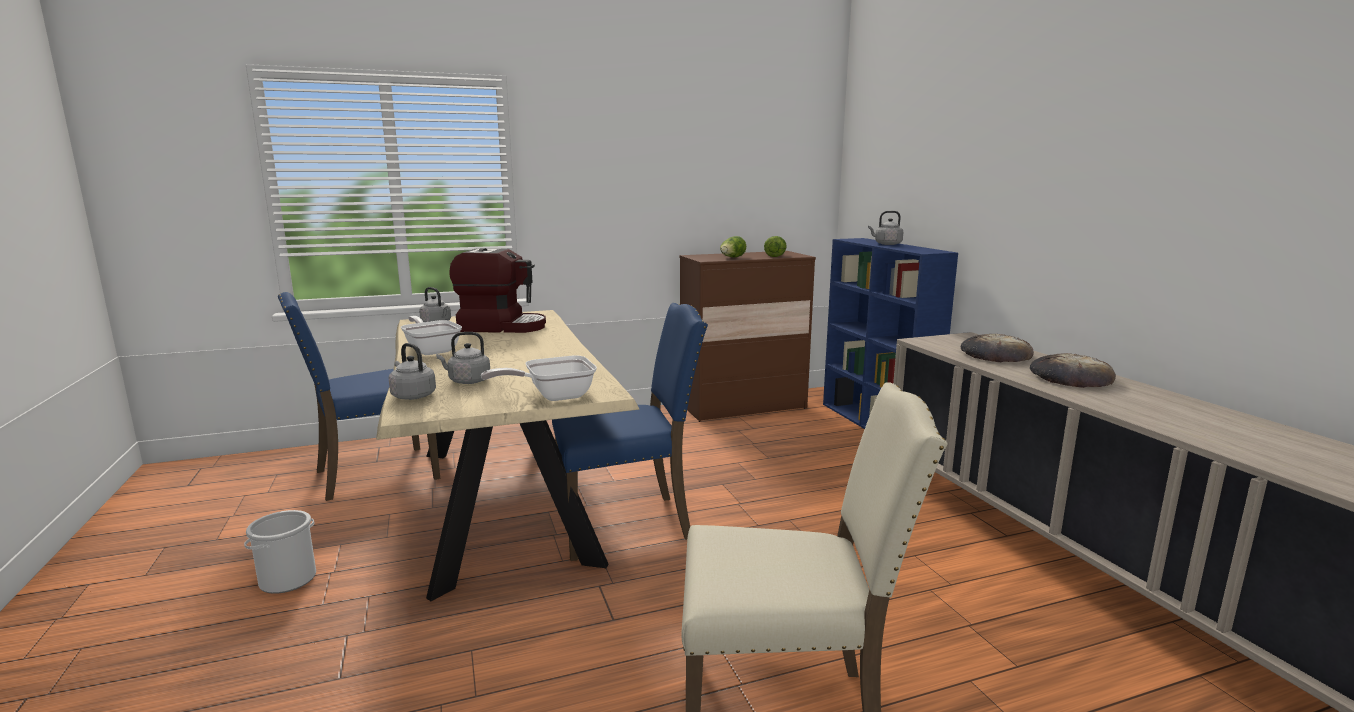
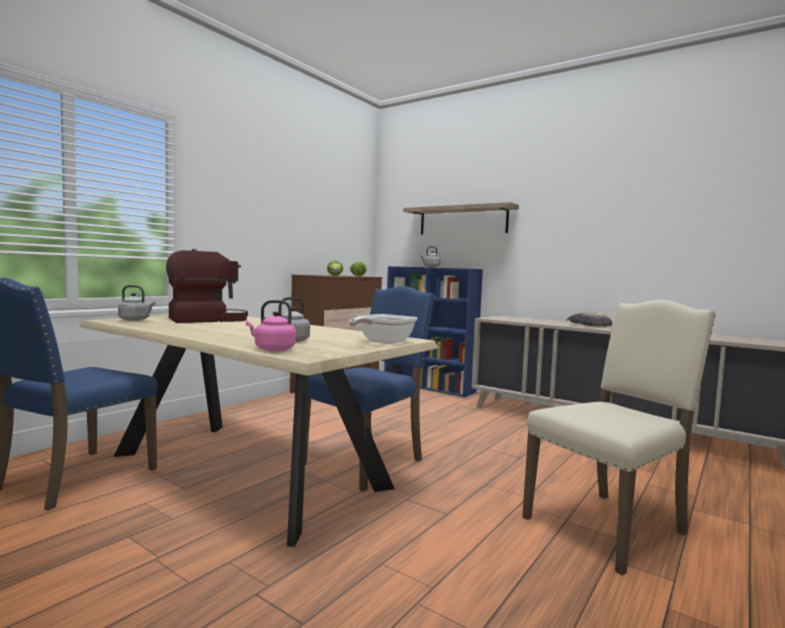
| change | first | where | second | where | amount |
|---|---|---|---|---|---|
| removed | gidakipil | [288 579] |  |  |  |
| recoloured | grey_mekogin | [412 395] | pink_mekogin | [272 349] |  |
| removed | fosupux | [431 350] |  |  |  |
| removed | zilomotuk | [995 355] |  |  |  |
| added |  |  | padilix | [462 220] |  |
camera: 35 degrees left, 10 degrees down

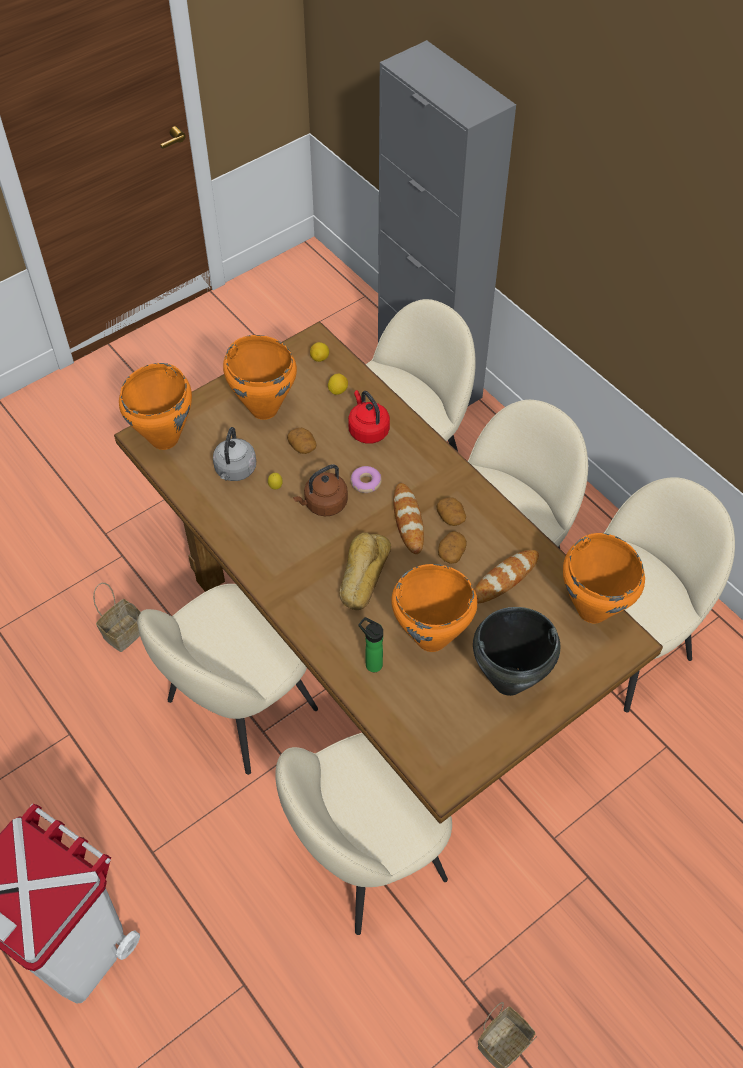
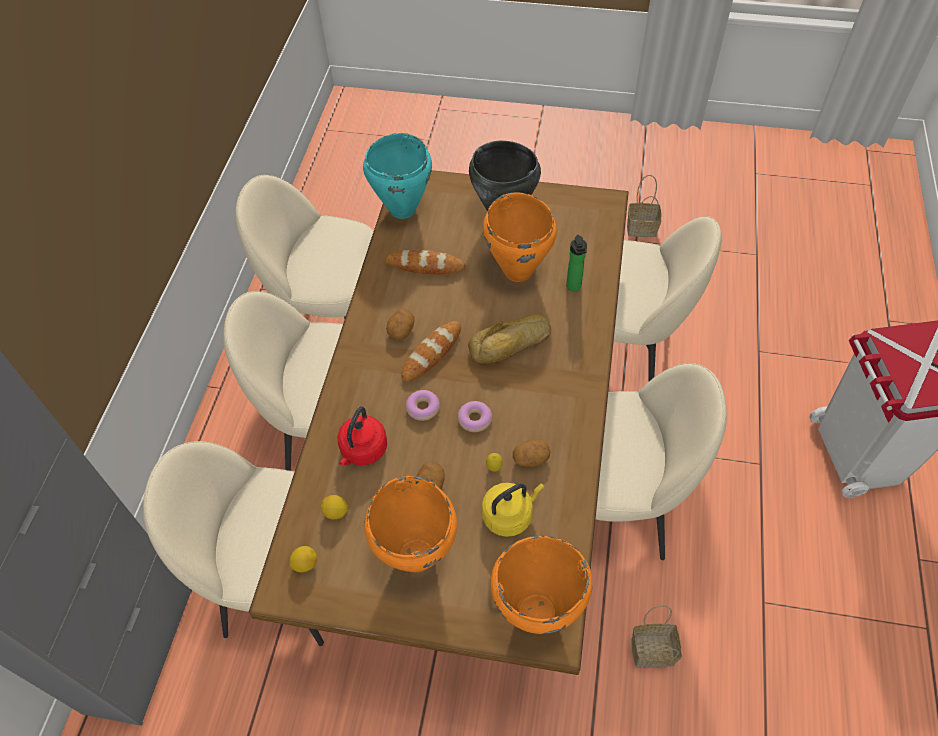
| change | first | where | second | where | amount |
|---|---|---|---|---|---|
| recoloured | grey_mekogin | [235 471] | yellow_mekogin | [509 515] |  |
| replaced | brown_mekogin | [323 504] | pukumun | [474 419] |  |
| moved | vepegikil | [451 552] |  | [531 458] |  |
| recoloured | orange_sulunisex | [593 609] | turquoise_sulunisex | [402 209] |  |
camera: 130 degrees left, 0 degrees up

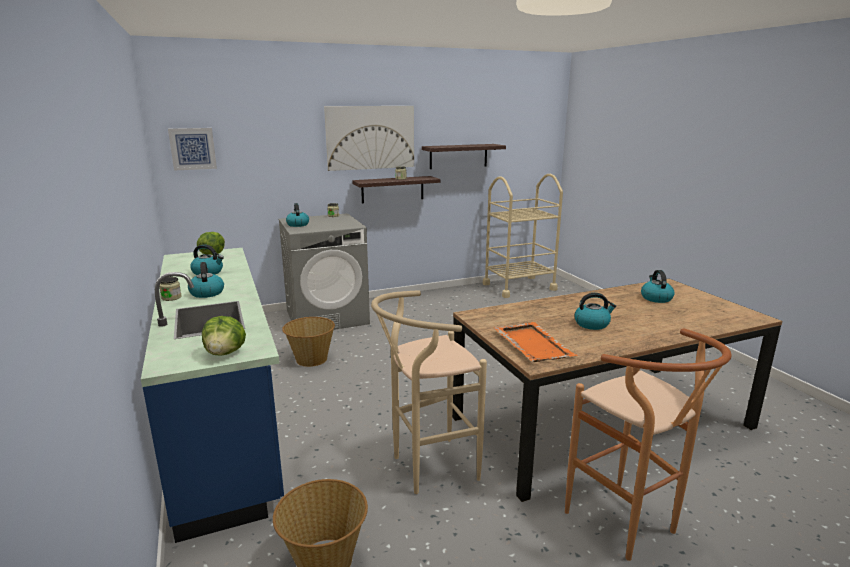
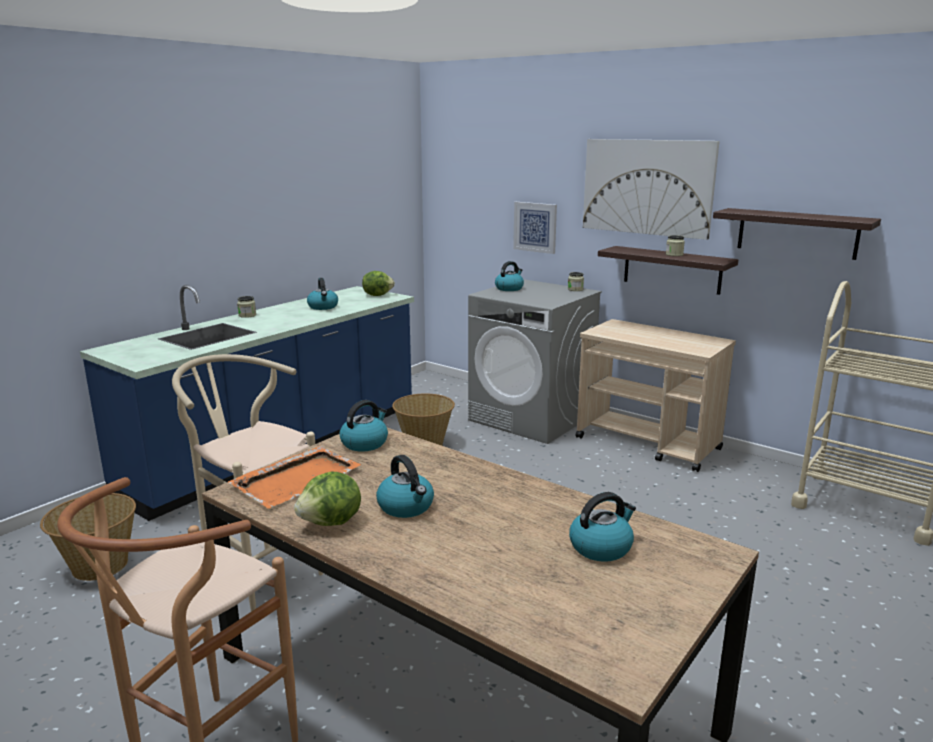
| change | first | where | second | where | amount |
|---|---|---|---|---|---|
| moved | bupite | [193 148] |  | [535 227] |  |
| moved | mekogin | [206 293] |  | [365 443] |  |
| moved | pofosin | [225 353] |  | [331 523] |  |
| added |  |  | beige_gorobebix | [648 444] |  |
camera: 60 degrees right, 0 degrees up

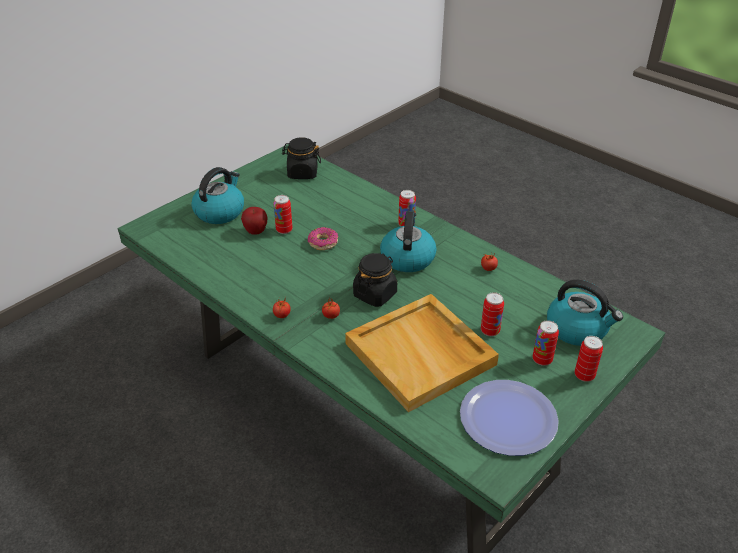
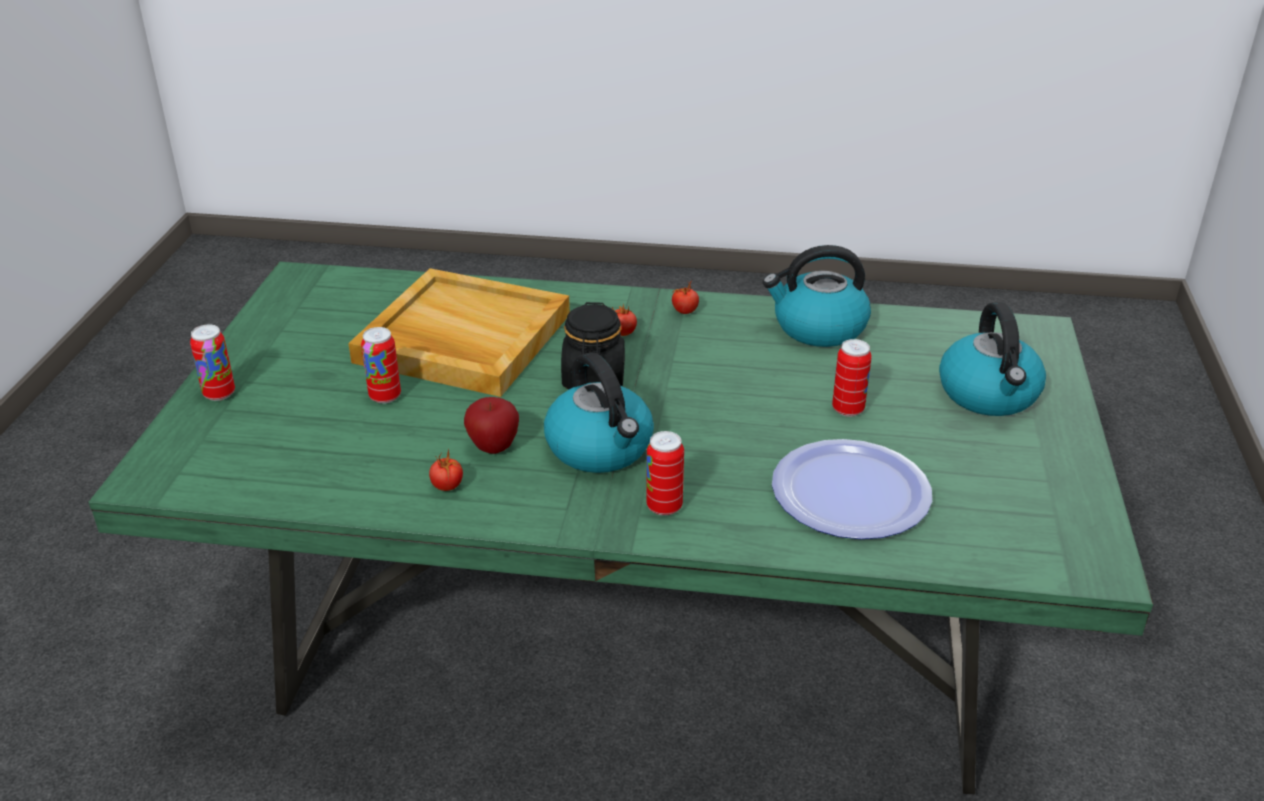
| change | first | where | second | where | amount |
|---|---|---|---|---|---|
| moved | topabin | [256 232] |  | [493 448] |  |
| removed | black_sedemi | [302 173] |  |  |  |
| removed | pukumun | [323 243] |  |  |  |
| moved | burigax | [508 418] |  | [850 492] |  |
| removed | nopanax | [542 360] |  |  |  |
| moved | mekogin | [577 329] |  | [818 328] |  |
camera: 145 degrees right, 5 degrees down

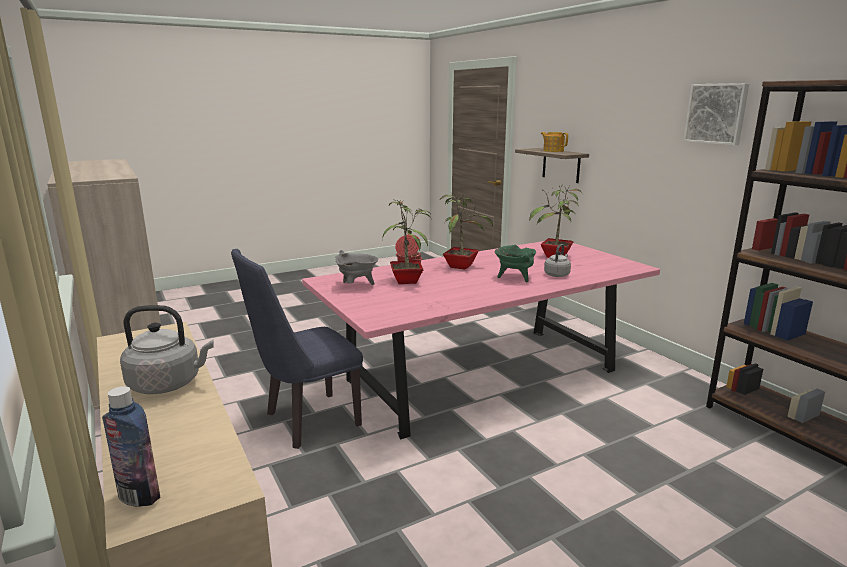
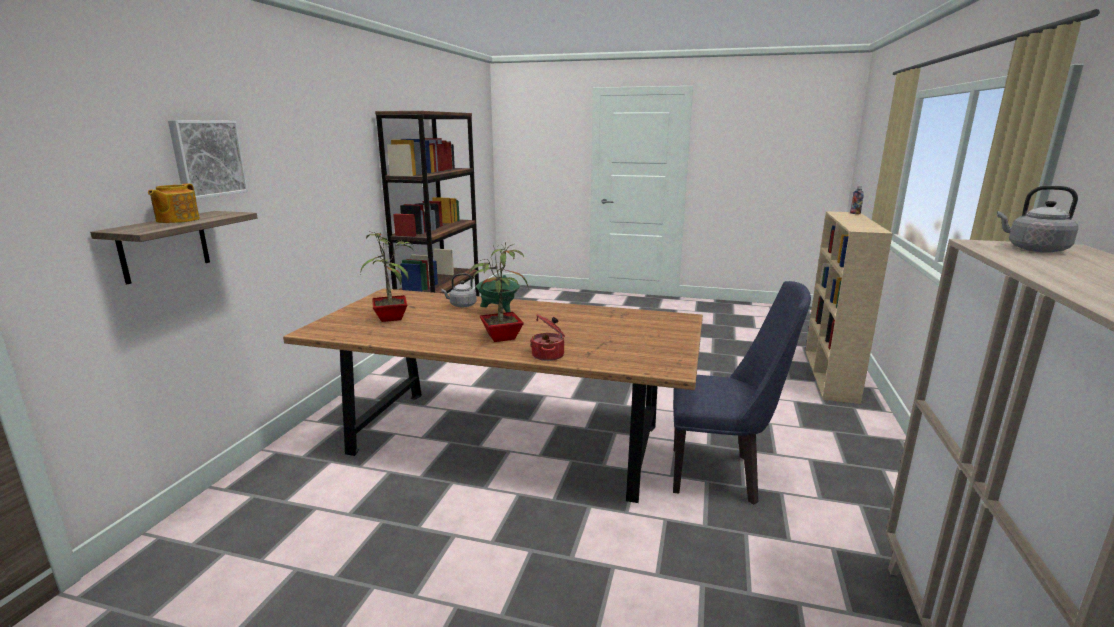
| change | first | where | second | where | amount |
|---|---|---|---|---|---|
| moved | grey_mekogin | [168 384] |  | [1033 249] |  |
| recoloured | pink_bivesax | [482 375] | brown_bivesax | [507 440] |  |
| removed | grey_sulunisex | [356 286] |  |  |  |
| removed | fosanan | [408 281] |  |  |  |
| moved | bupite | [716 113] |  | [207 158] |  |
camera: 135 degrees left, 0 degrees up

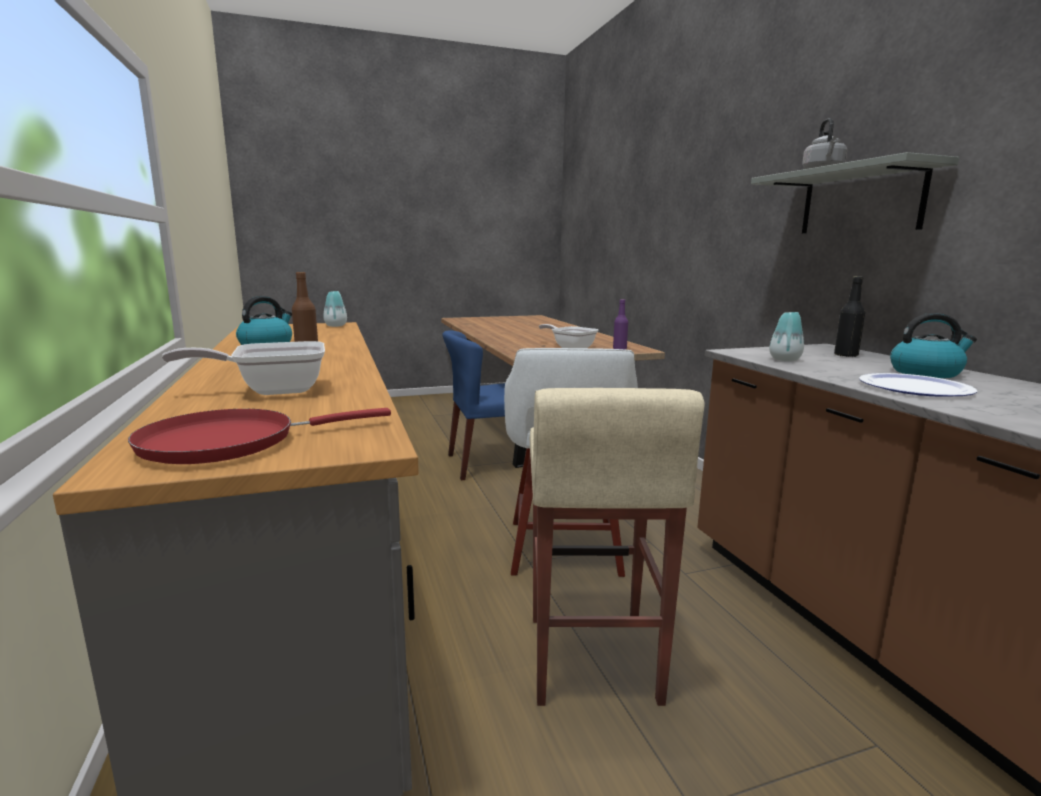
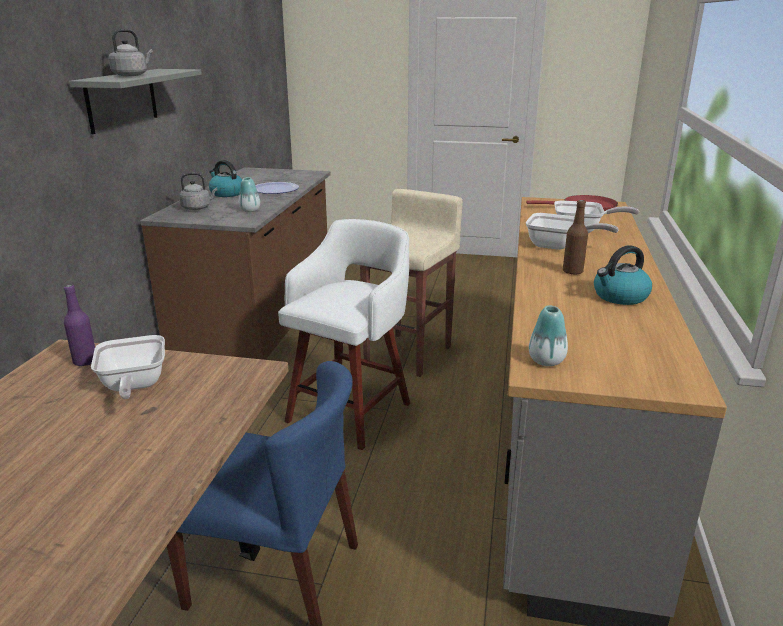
| change | first | where | second | where | amount |
|---|---|---|---|---|---|
| replaced | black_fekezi | [846 355] | grey_mekogin | [198 208] |  |
| added |  |  | fosupux | [558 246] |  |
camera: 150 degrees left, 10 degrees up

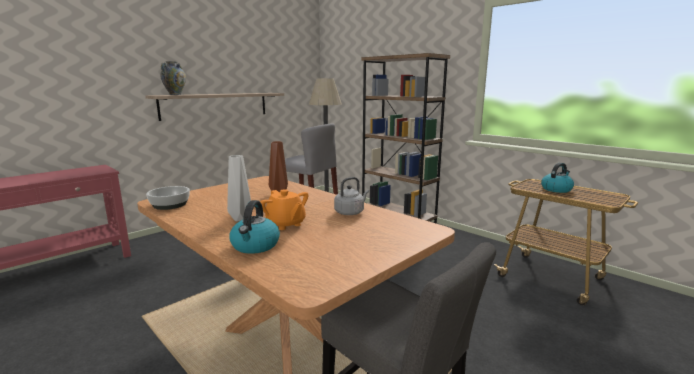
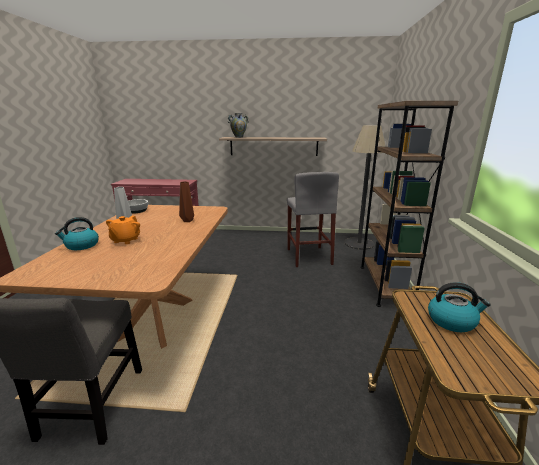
| change | first | where | second | where | amount |
|---|---|---|---|---|---|
| removed | grey_mekogin | [350 212] |  |  |  |
camera: 50 degrees right, 5 degrees up

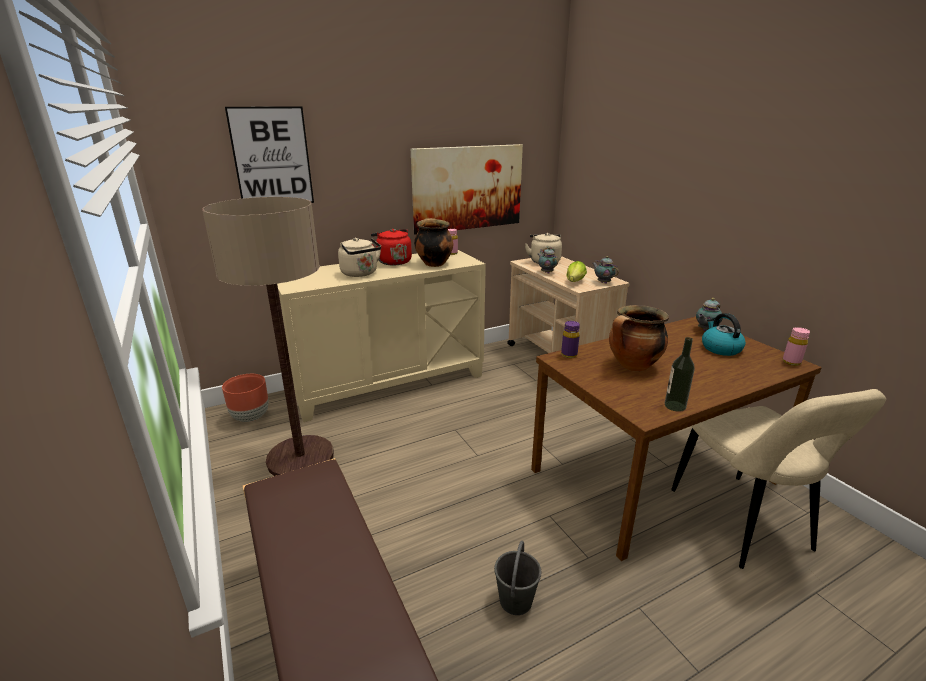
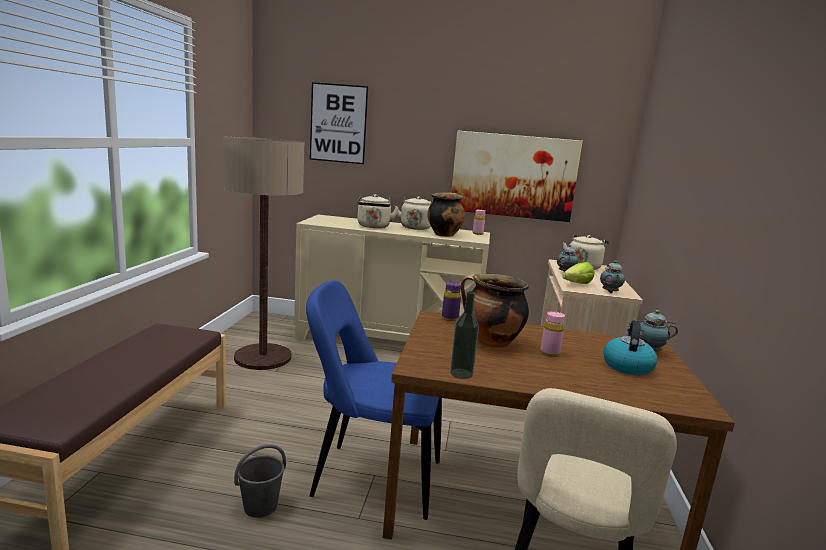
| change | first | where | second | where | amount |
|---|---|---|---|---|---|
| removed | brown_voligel | [250 417] |  |  |  |
| recoloured | red_mekogin | [393 261] | beige_mekogin | [415 227] |  |
| moved | pink_fekezi | [791 362] |  | [549 353] |  |
| added |  |  | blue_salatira | [371 478] |  |
camera: 35 degrees right, 10 degrees down

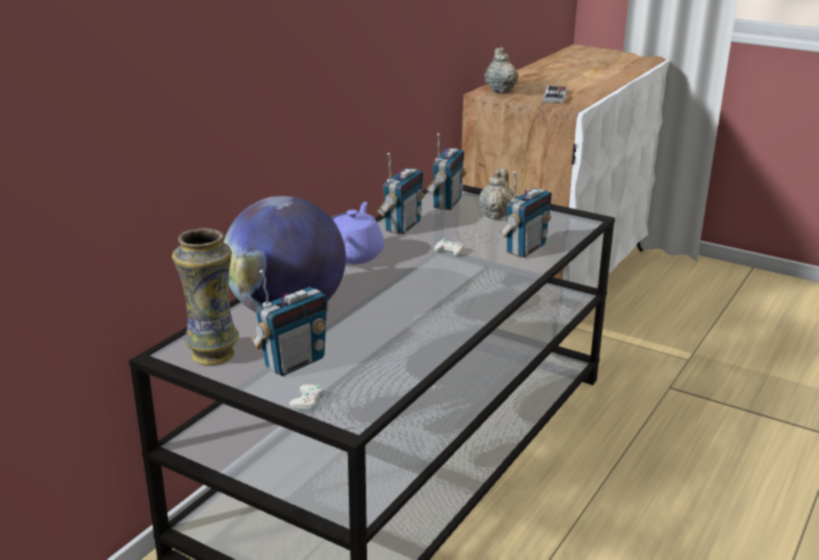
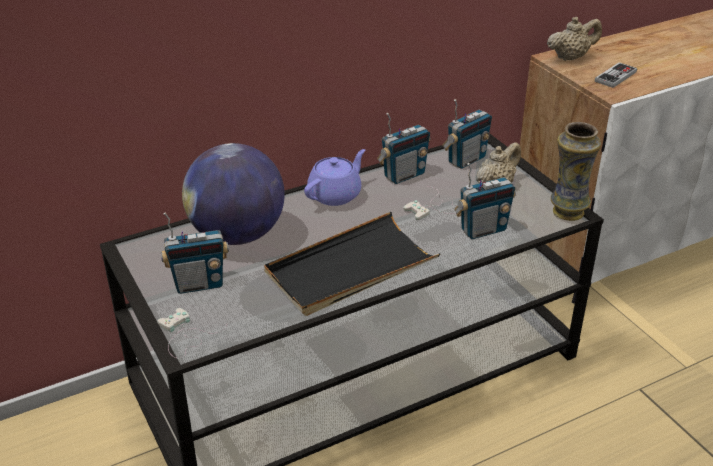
| change | first | where | second | where | amount |
|---|---|---|---|---|---|
| moved | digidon | [211 354] |  | [567 212] |  |
| turned | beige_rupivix | [500 90] |  | [571 57] | 45 degrees clockwise |
| added |  |  | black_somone | [350 269] |  |
camera: 30 degrees right, 10 degrees up

